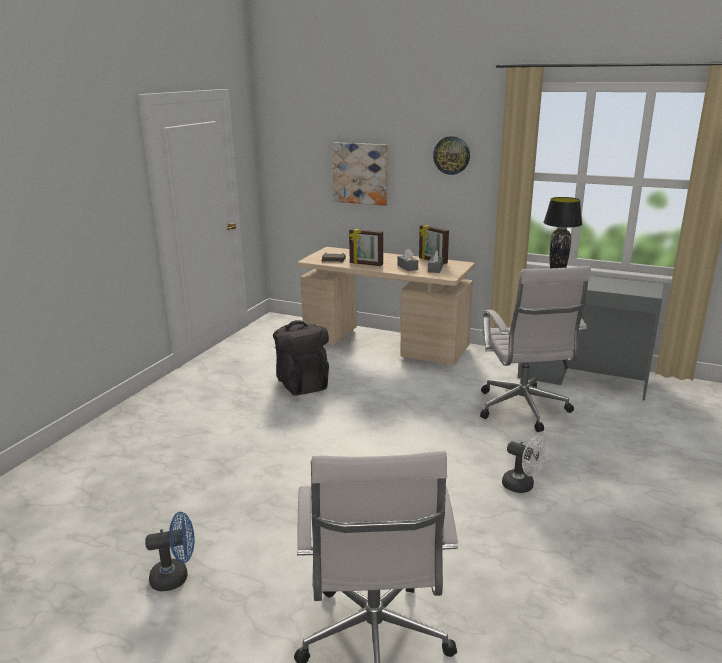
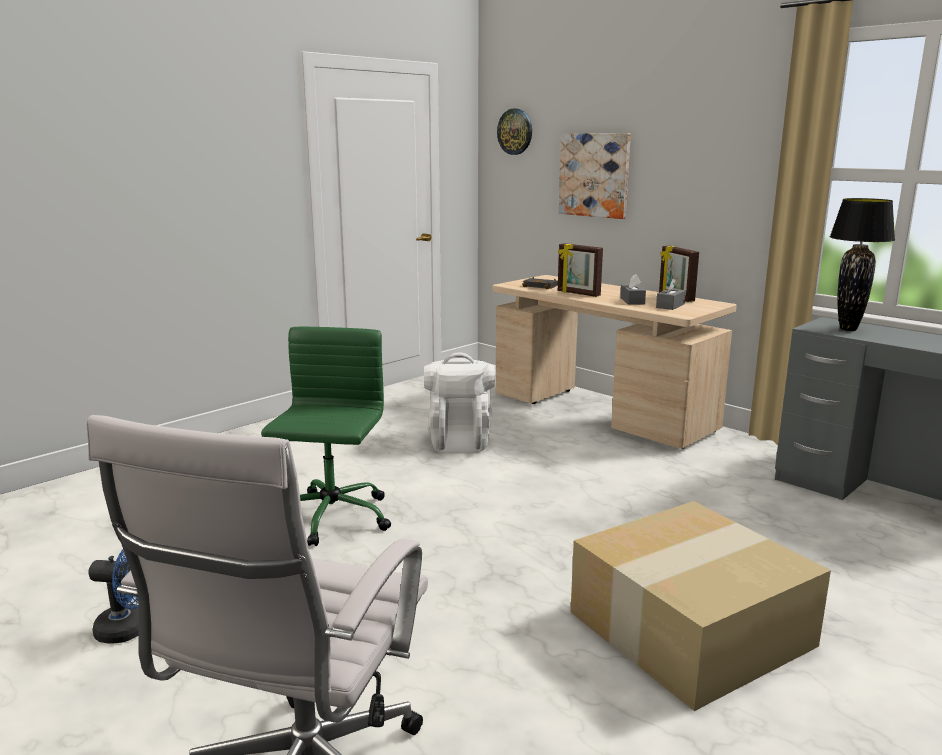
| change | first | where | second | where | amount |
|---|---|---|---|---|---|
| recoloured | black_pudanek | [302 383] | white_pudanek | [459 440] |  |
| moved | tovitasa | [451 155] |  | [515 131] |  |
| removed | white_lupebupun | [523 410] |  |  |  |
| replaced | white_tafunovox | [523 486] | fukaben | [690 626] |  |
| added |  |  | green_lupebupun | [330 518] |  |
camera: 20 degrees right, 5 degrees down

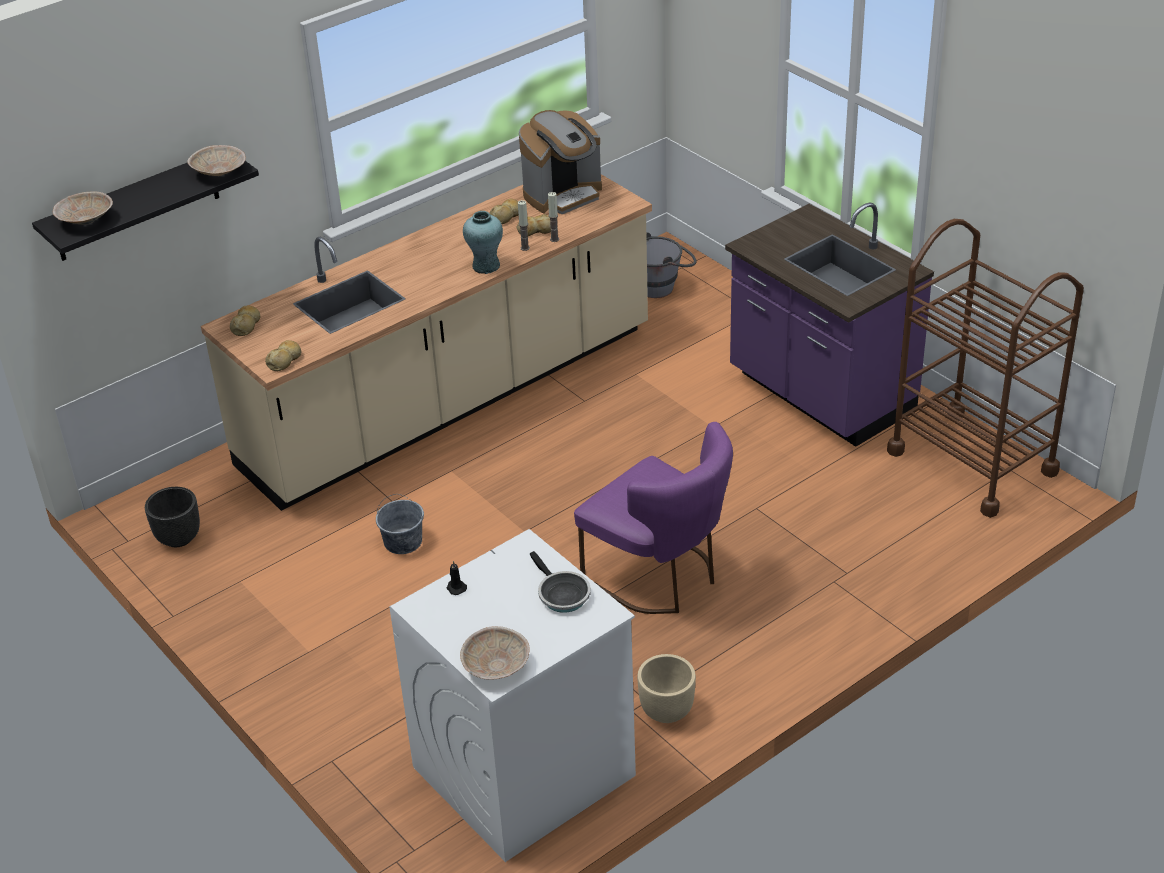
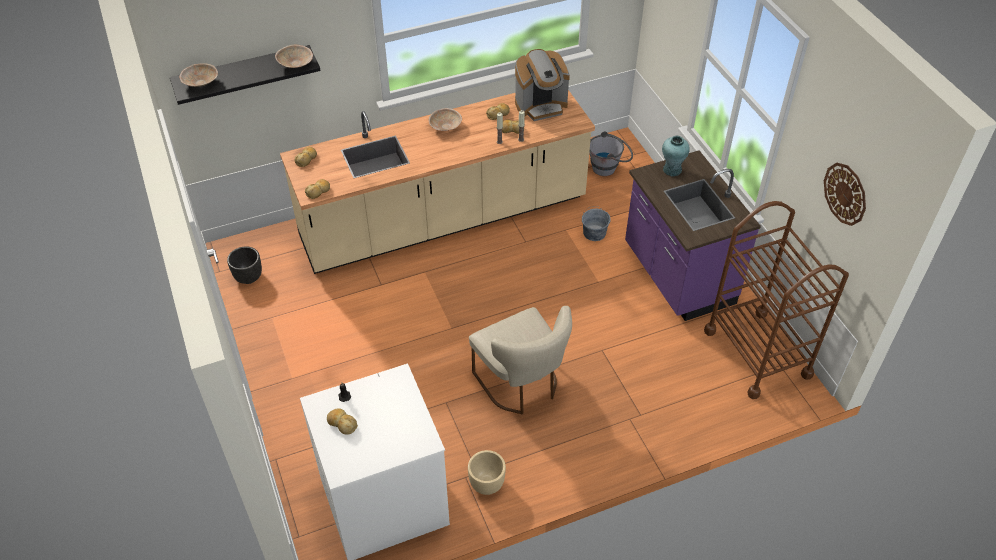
| change | first | where | second | where | amount |
|---|---|---|---|---|---|
| moved | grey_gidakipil | [402 542] |  | [594 233] |  |
| moved | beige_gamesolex | [495 666] |  | [445 127] |  |
| moved | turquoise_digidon | [485 266] |  | [672 170] |  |
| removed | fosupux | [561 594] |  |  |  |
| recoloured | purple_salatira | [660 577] | beige_salatira | [521 385] |  |
| added |  |  | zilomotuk | [342 423] |  |
| added |  |  | tovitasa | [845 193] |  |
camera: 15 degrees right, 10 degrees up

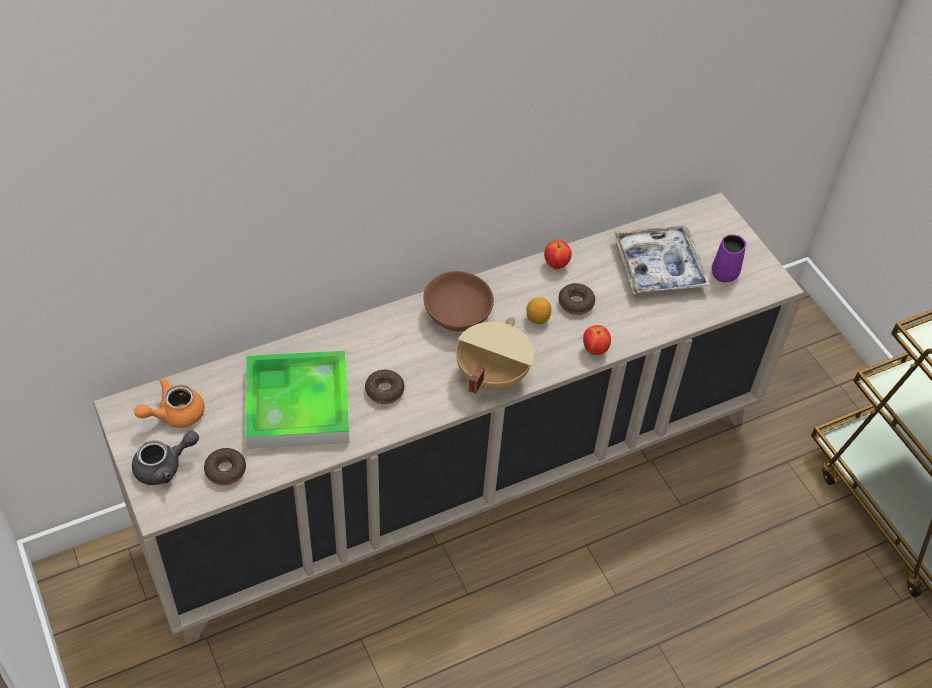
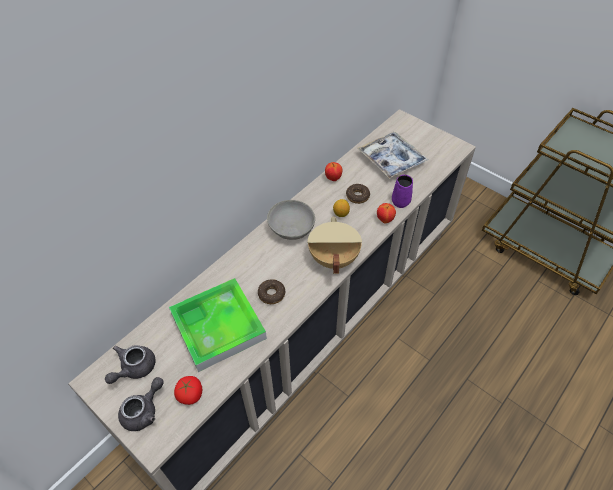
| change | first | where | second | where | amount |
|---|---|---|---|---|---|
| recoloured | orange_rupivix | [174 414] | grey_rupivix | [134 368] |  |
| replaced | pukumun | [225 470] | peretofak | [190 394] |  |
| recoloured | brown_gamesolex | [458 314] | grey_gamesolex | [292 228] |  |
| moved | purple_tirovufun | [726 272] |  | [401 201] |  |
camera: 20 degrees left, 0 degrees up

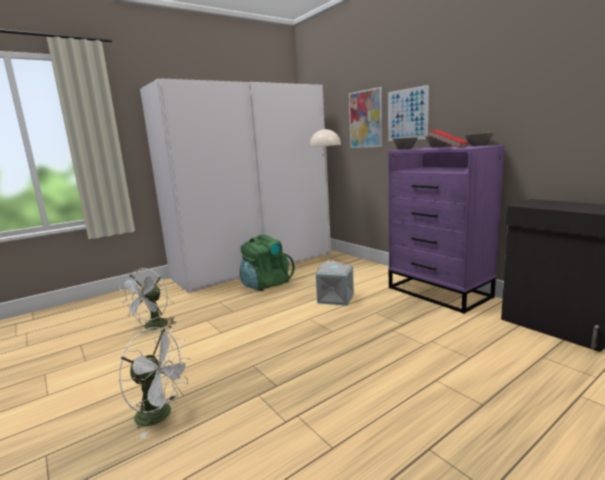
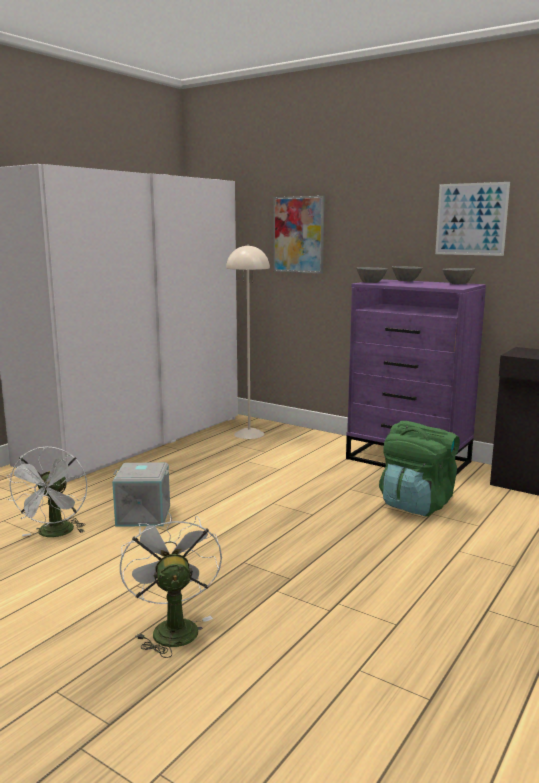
| change | first | where | second | where | amount |
|---|---|---|---|---|---|
| turned | white_tafunovox | [161 415] |  | [172 627] | 105 degrees counterclockwise |
| moved | green_pudanek | [266 284] |  | [416 504] |  |
| moved | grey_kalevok | [336 298] |  | [144 515] |  |
| moved | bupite | [407 114] |  | [471 219] |  |
| removed | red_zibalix | [448 148] |  |  |  |
camera: 20 degrees left, 0 degrees up

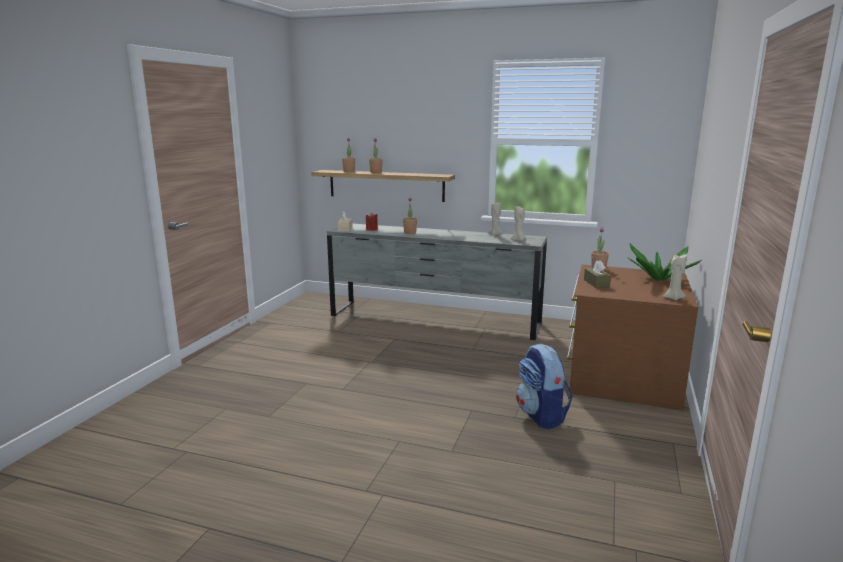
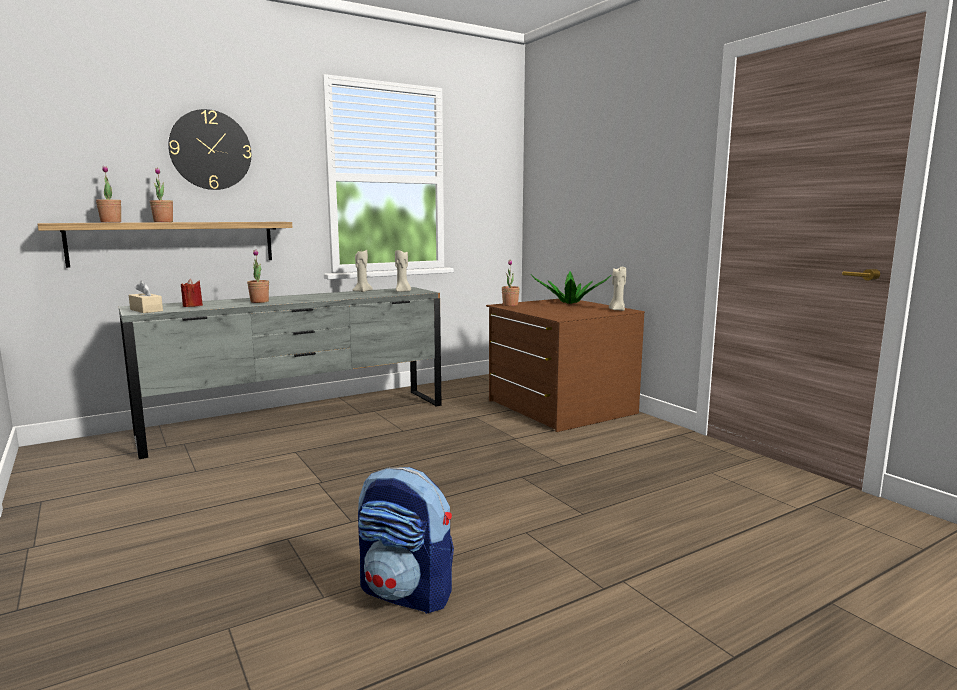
| change | first | where | second | where | amount |
|---|---|---|---|---|---|
| moved | pudanek | [541 416] |  | [407 593] |  |
| removed | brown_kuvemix | [596 283] |  |  |  |
| added |  |  | tovitasa | [210 150] |  |
camera: 50 degrees left, 5 degrees down

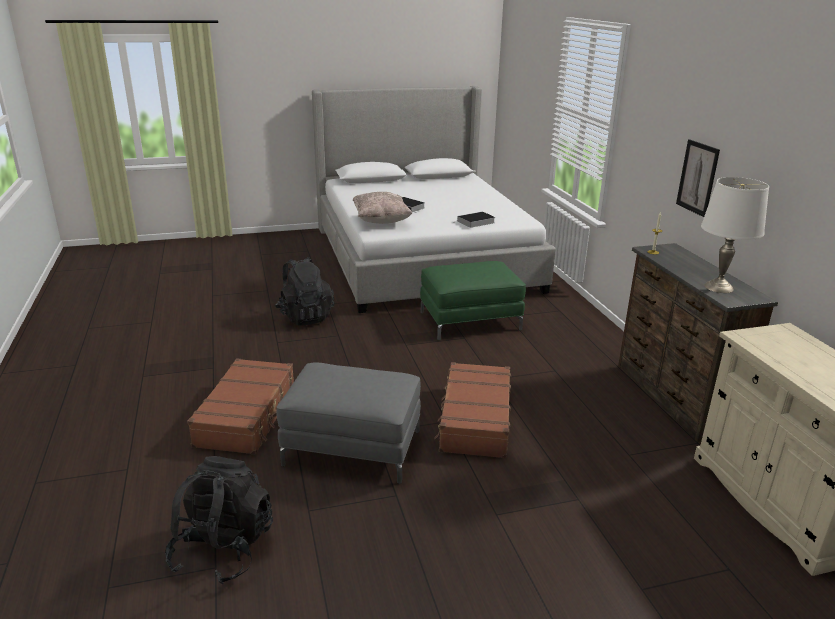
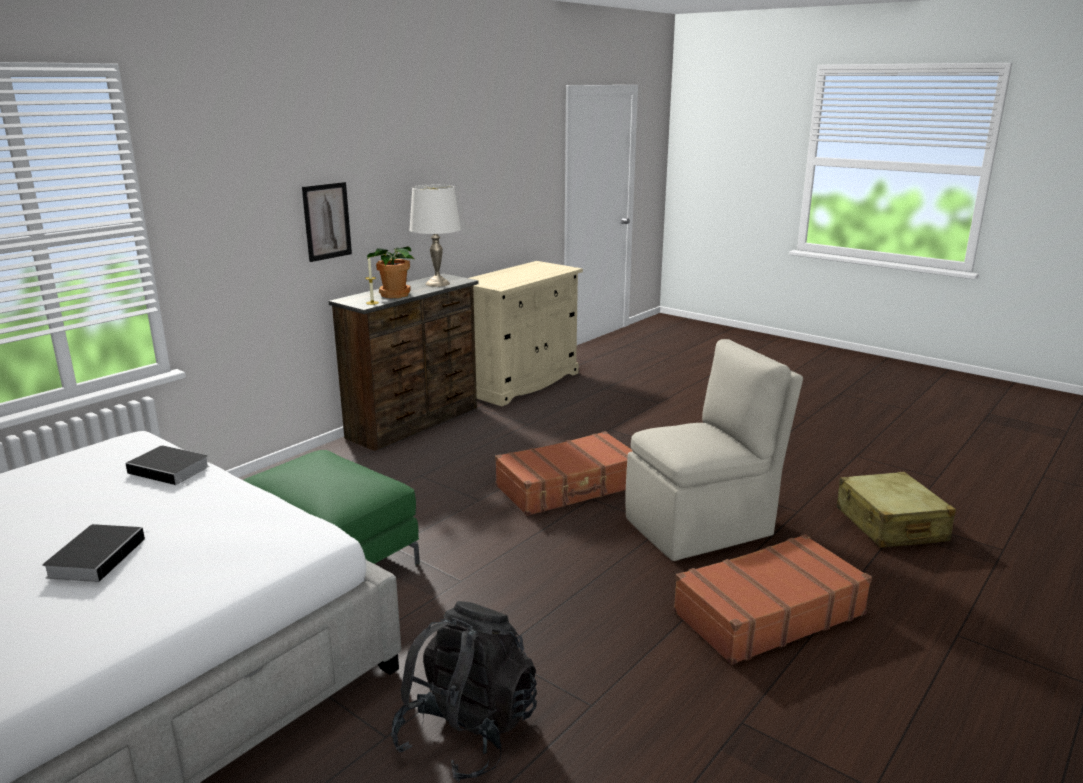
| change | first | where | second | where | amount |
|---|---|---|---|---|---|
| replaced | black_pudanek | [223 549] | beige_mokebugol | [890 525] |  |
| replaced | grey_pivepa | [352 447] | beige_salatira | [702 526] |  |
| removed | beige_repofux | [381 221] |  |  |  |
| added |  |  | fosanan | [394 294] |  |
camera: 125 degrees left, 5 degrees down

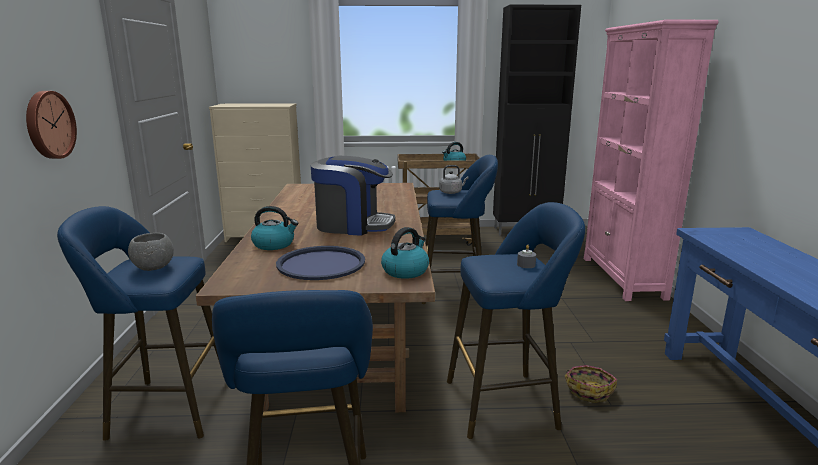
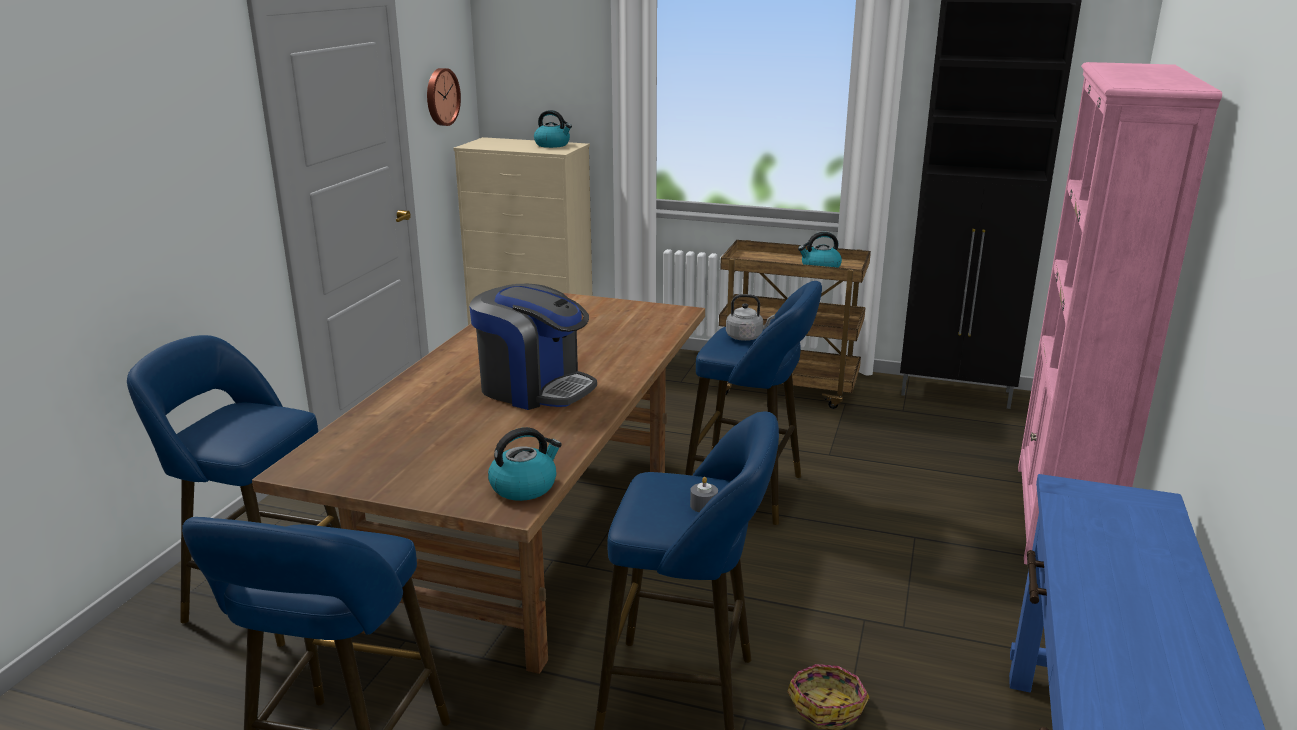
| change | first | where | second | where | amount |
|---|---|---|---|---|---|
| moved | tovitasa | [48 125] |  | [441 97] |  |
| removed | grey_gamesolex | [154 267] |  |  |  |
| moved | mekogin | [274 244] |  | [553 145] |  |
| removed | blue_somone | [321 264] |  |  |  |
camera: 20 degrees right, 5 degrees up

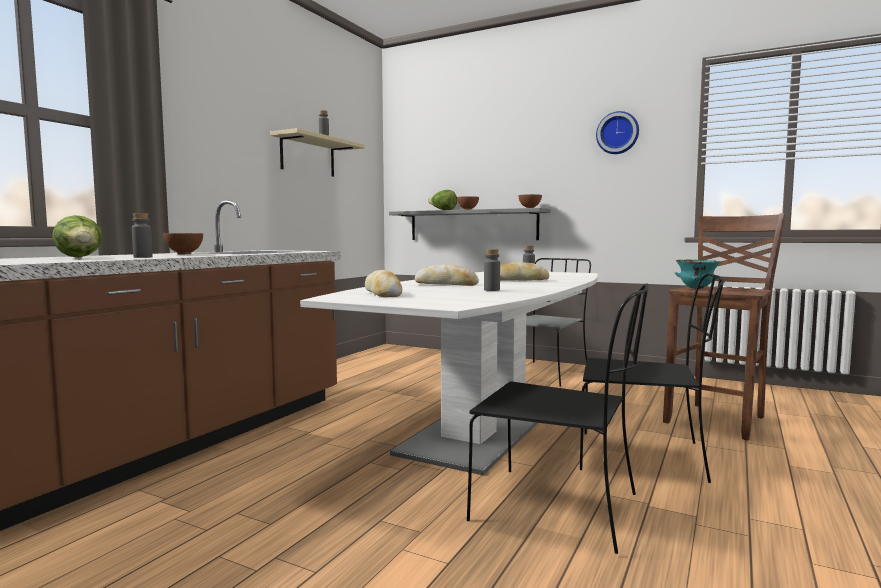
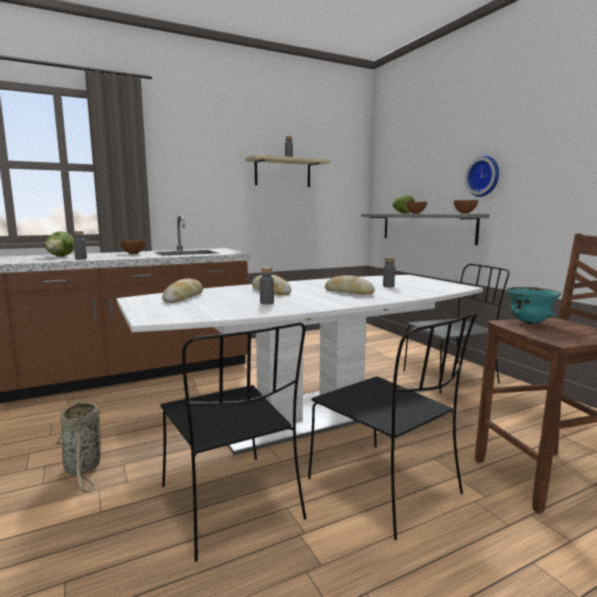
| change | first | where | second | where | amount |
|---|---|---|---|---|---|
| moved | tovitasa | [618 133] |  | [484 176] |  |
| added |  |  | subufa | [83 468] |  |
camera: 35 degrees right, 5 degrees up

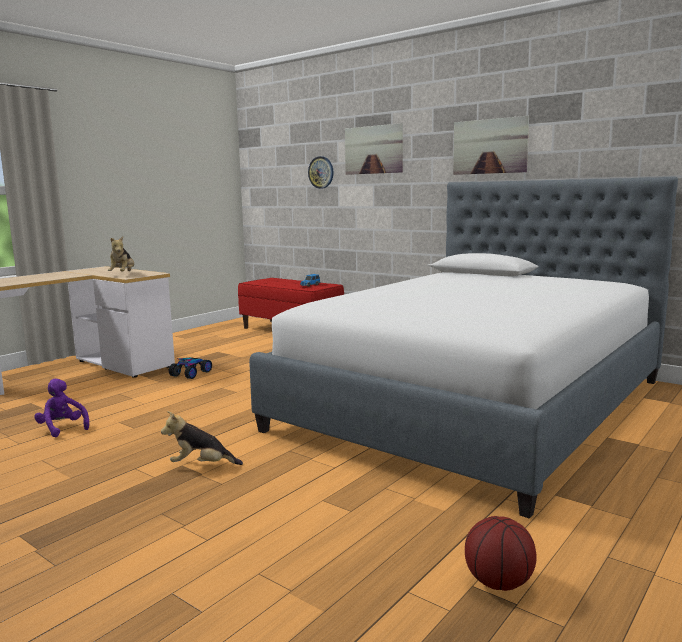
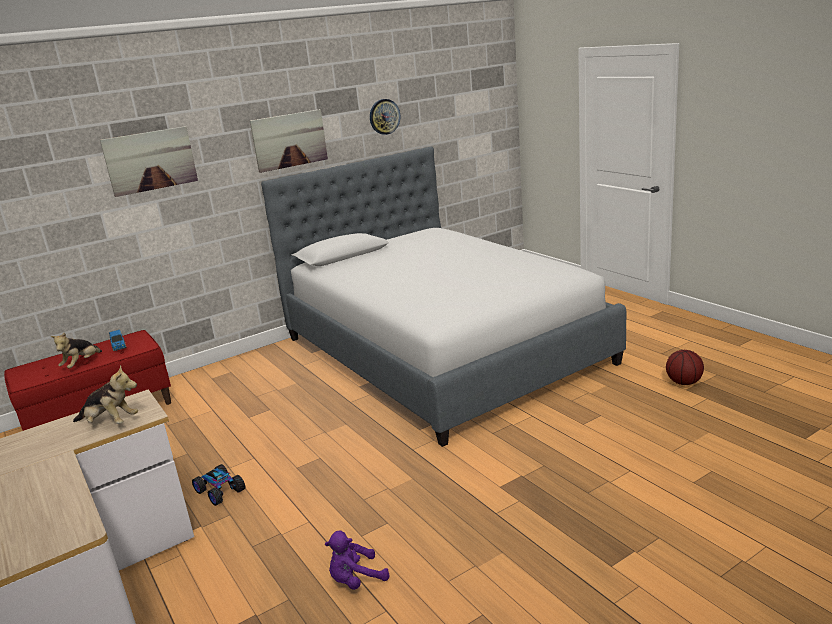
| change | first | where | second | where | amount |
|---|---|---|---|---|---|
| moved | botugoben | [201 465] |  | [81 364] |  |
| moved | tovitasa | [321 172] |  | [384 116] |  |
camera: 70 degrees left, 10 degrees up

